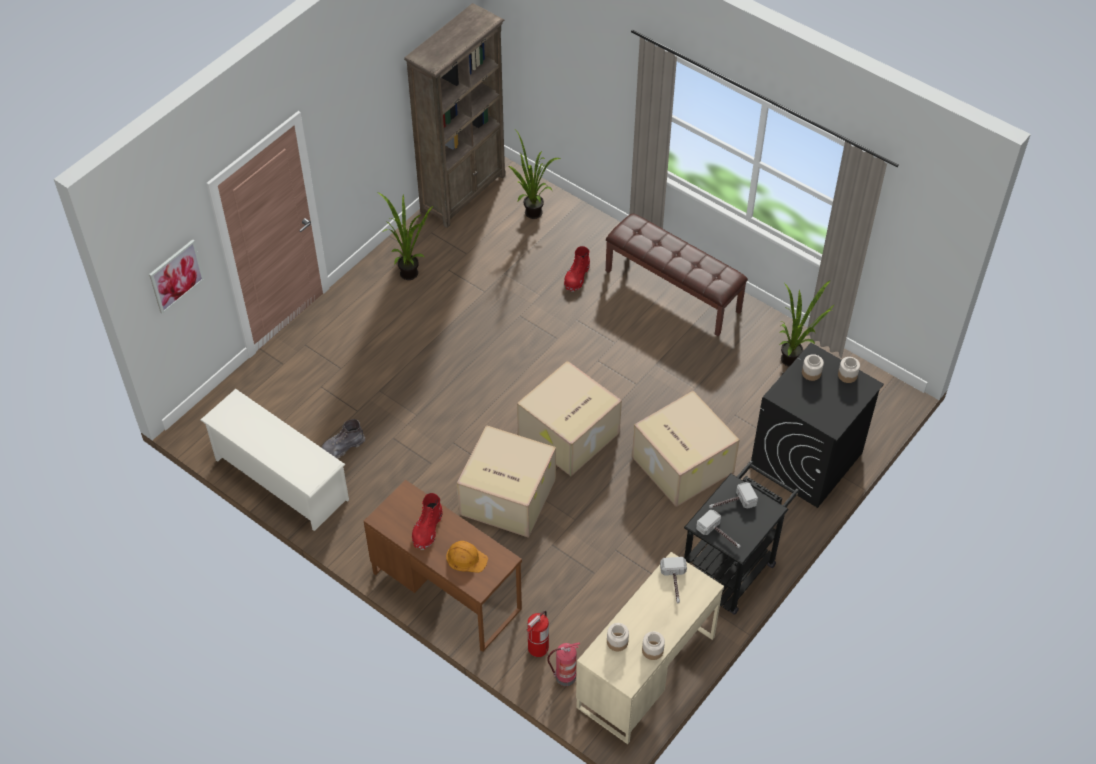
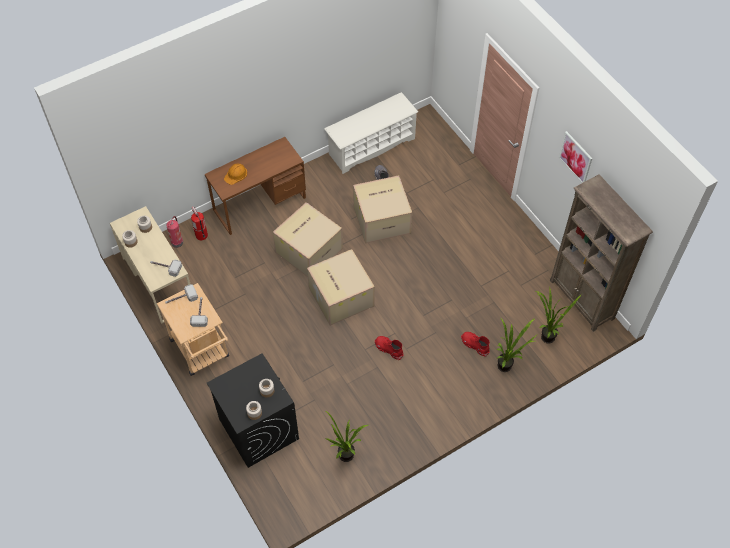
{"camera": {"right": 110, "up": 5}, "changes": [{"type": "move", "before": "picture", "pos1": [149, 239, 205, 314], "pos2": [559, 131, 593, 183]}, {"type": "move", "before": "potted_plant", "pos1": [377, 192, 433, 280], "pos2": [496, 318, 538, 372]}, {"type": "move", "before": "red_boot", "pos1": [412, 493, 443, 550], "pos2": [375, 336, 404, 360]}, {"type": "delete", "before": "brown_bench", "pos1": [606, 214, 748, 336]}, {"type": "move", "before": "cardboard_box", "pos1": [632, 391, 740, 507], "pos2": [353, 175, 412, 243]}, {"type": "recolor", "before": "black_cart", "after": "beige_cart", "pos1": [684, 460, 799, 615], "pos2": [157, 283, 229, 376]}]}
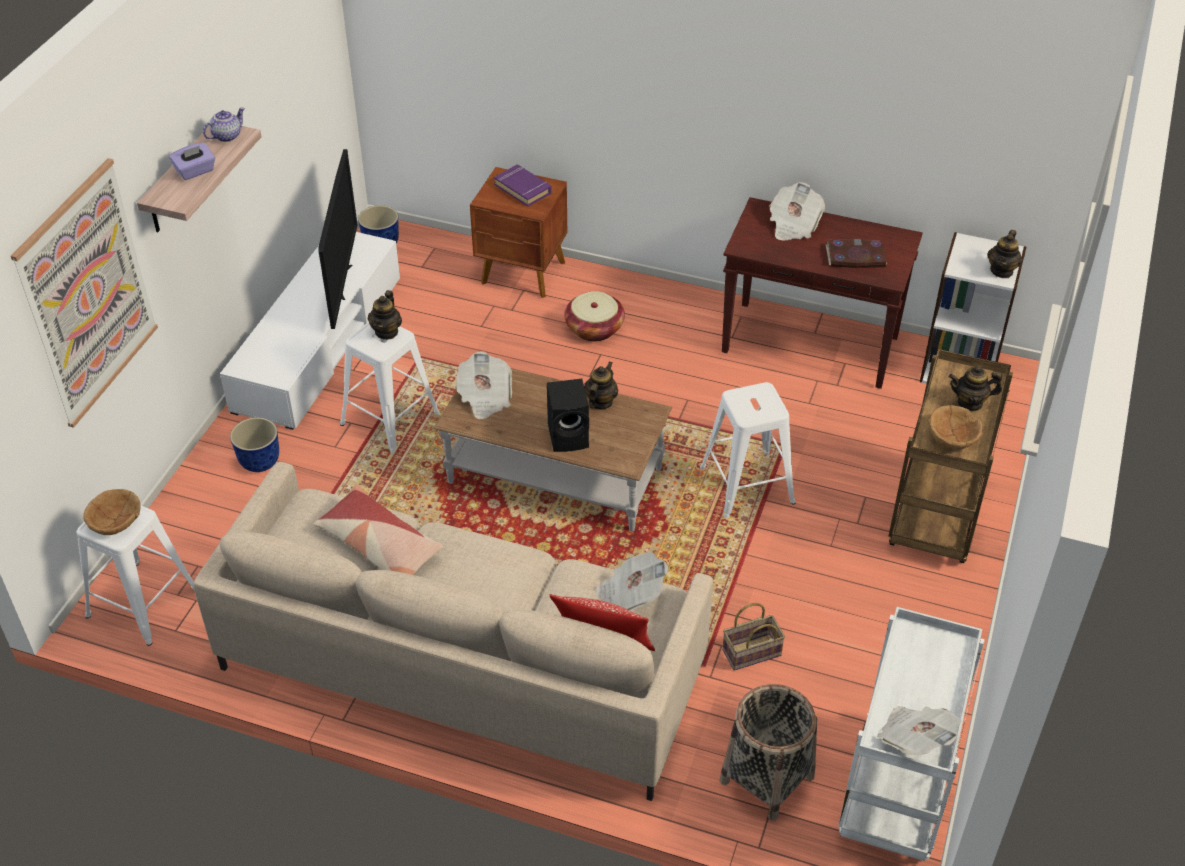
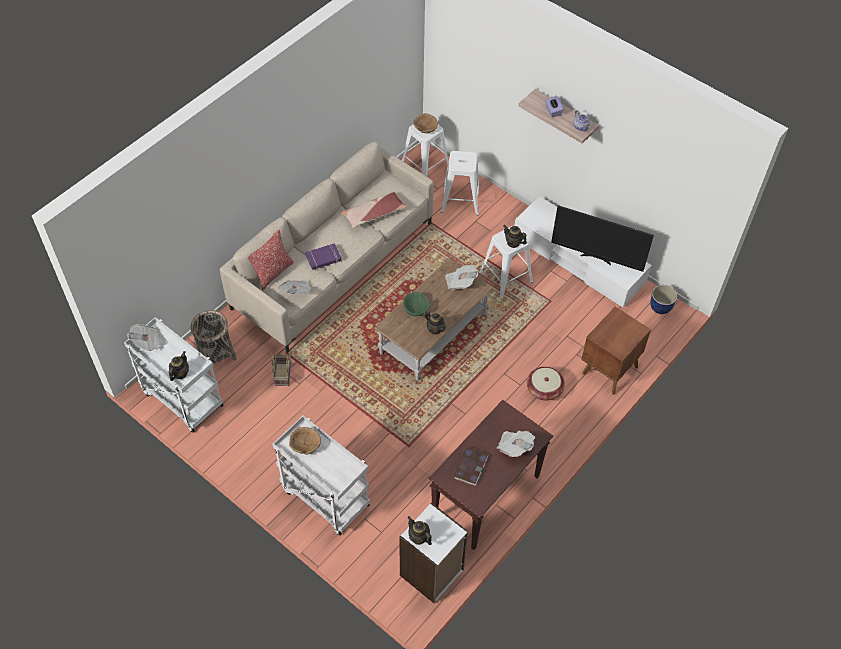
{"camera": {"right": 110, "up": 10}, "changes": [{"type": "delete", "before": "picture", "pos1": [11, 158, 158, 428]}, {"type": "delete", "before": "planter", "pos1": [230, 417, 279, 472]}, {"type": "move", "before": "purple_book", "pos1": [494, 164, 552, 206], "pos2": [306, 243, 341, 270]}, {"type": "replace", "before": "black_speaker", "after": "green_bowl", "pos1": [547, 379, 589, 452], "pos2": [403, 292, 430, 316]}, {"type": "move", "before": "white_stool", "pos1": [700, 382, 796, 519], "pos2": [441, 151, 480, 215]}, {"type": "recolor", "before": "brown_cart", "after": "white_cart", "pos1": [889, 349, 1013, 563], "pos2": [273, 416, 370, 536]}, {"type": "move", "before": "teapot", "pos1": [949, 365, 1002, 412], "pos2": [169, 351, 189, 381]}]}
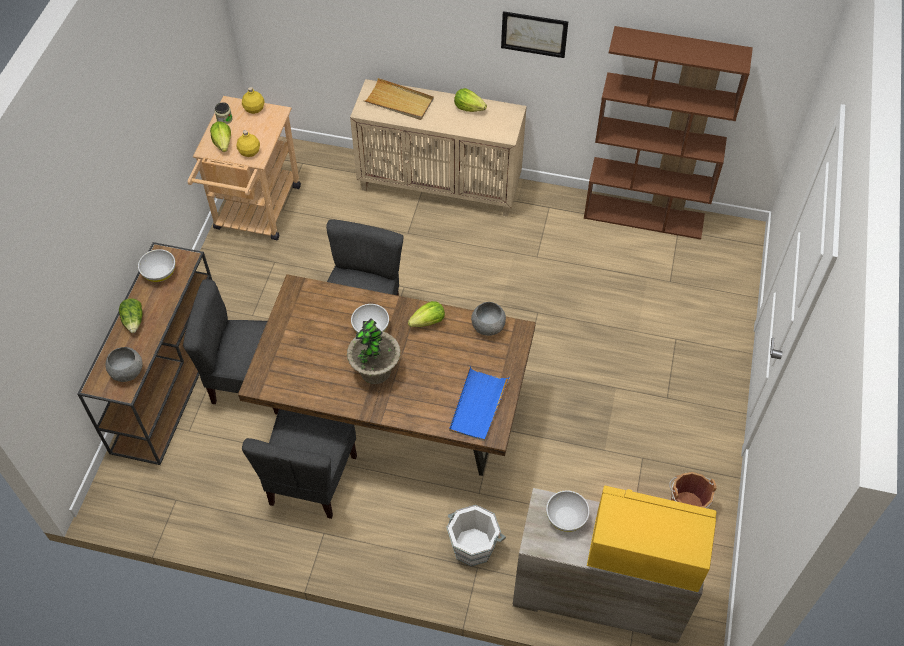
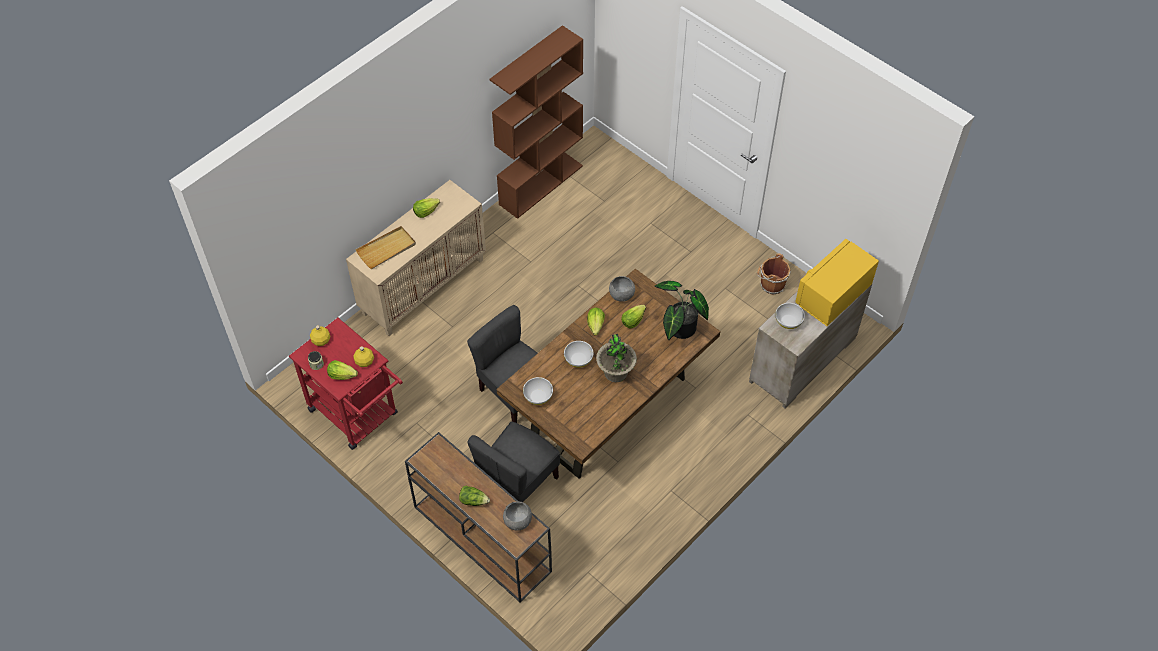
{"camera": {"right": -60, "up": 0}, "changes": [{"type": "move", "before": "white_bowl", "pos1": [138, 249, 175, 282], "pos2": [523, 377, 553, 405]}, {"type": "recolor", "before": "beige_cart", "after": "red_cart", "pos1": [188, 96, 301, 241], "pos2": [289, 318, 403, 450]}, {"type": "delete", "before": "grey_chair", "pos1": [242, 409, 357, 519]}, {"type": "delete", "before": "white_bucket", "pos1": [446, 505, 506, 567]}, {"type": "replace", "before": "blue_tray", "after": "potted_plant", "pos1": [449, 366, 510, 441], "pos2": [655, 281, 709, 340]}, {"type": "delete", "before": "picture", "pos1": [501, 11, 568, 58]}, {"type": "insert", "after": "lettuce", "pos2": [621, 305, 646, 328]}]}
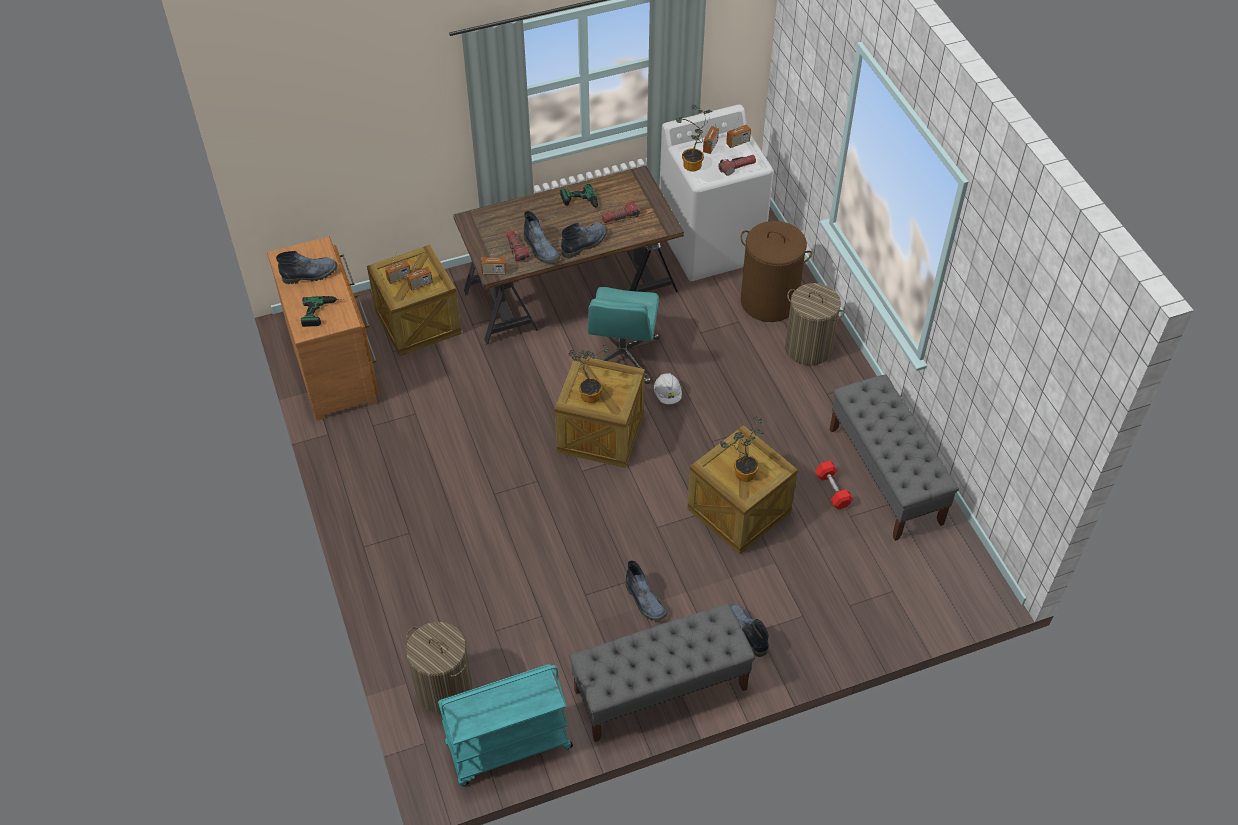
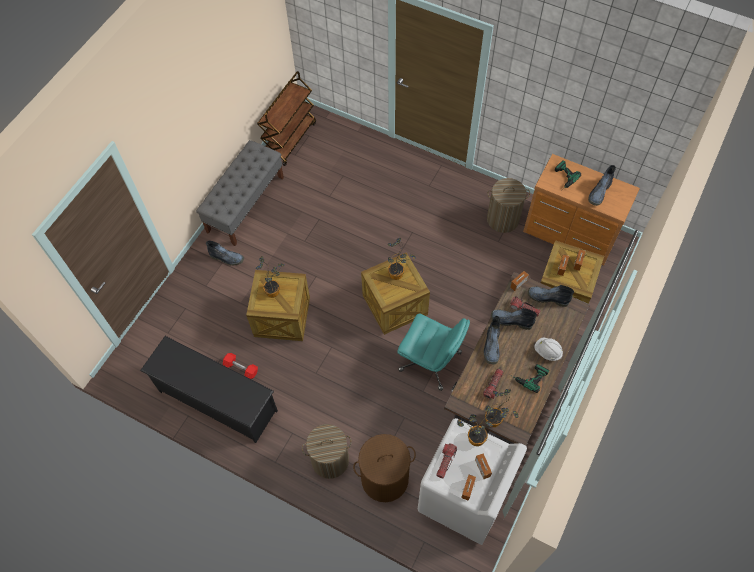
{"camera": {"right": 140, "up": 10}, "changes": [{"type": "move", "before": "laundry_basket", "pos1": [406, 622, 472, 713], "pos2": [487, 178, 530, 233]}, {"type": "recolor", "before": "turquoise_cart", "after": "brown_cart", "pos1": [438, 664, 573, 786], "pos2": [257, 71, 316, 166]}, {"type": "rotate", "before": "turquoise_office_chair", "pos1": [588, 287, 659, 384], "pos2": [397, 314, 470, 391], "turn": 150}, {"type": "move", "before": "boot", "pos1": [625, 560, 667, 621], "pos2": [528, 285, 574, 307]}, {"type": "move", "before": "white_hard_hat", "pos1": [654, 373, 682, 404], "pos2": [534, 337, 563, 361]}, {"type": "replace", "before": "grey_bench", "after": "black_shoe_rack", "pos1": [829, 375, 959, 541], "pos2": [140, 336, 278, 443]}, {"type": "insert", "after": "potted_plant", "pos2": [485, 389, 519, 427]}]}
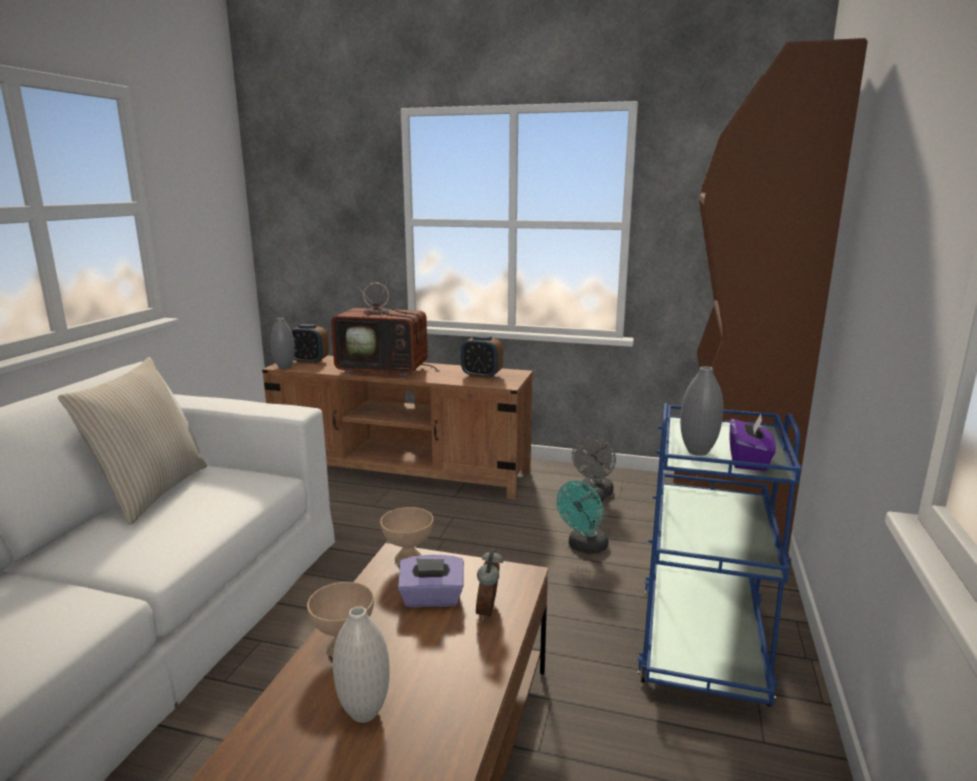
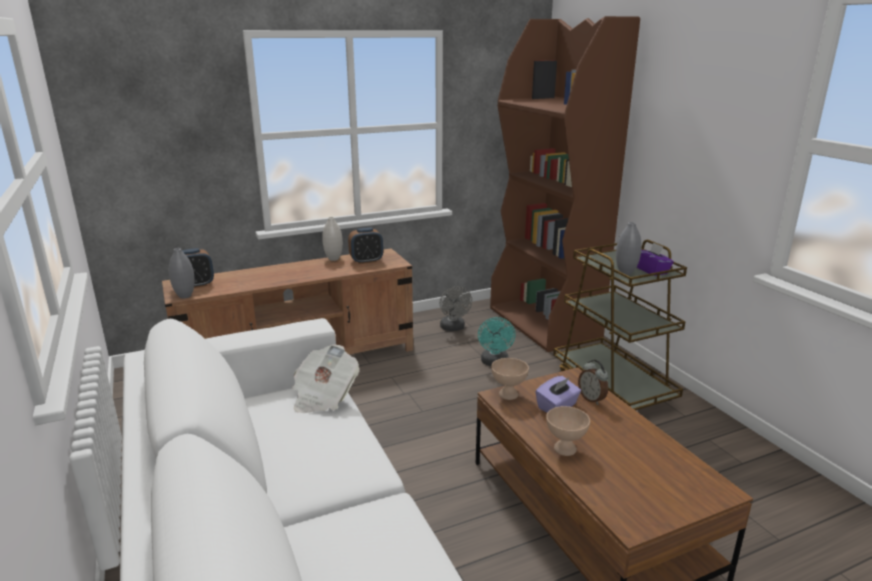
{"camera": {"right": -40, "up": 5}, "changes": [{"type": "delete", "before": "beige_pillow", "pos1": [58, 357, 207, 525]}, {"type": "delete", "before": "television", "pos1": [331, 260, 439, 377]}, {"type": "move", "before": "white_vase", "pos1": [333, 606, 390, 723], "pos2": [322, 217, 343, 261]}, {"type": "recolor", "before": "blue_cart", "after": "brown_cart", "pos1": [638, 403, 802, 707], "pos2": [553, 240, 687, 410]}, {"type": "insert", "after": "newspaper", "pos2": [292, 344, 359, 413]}]}
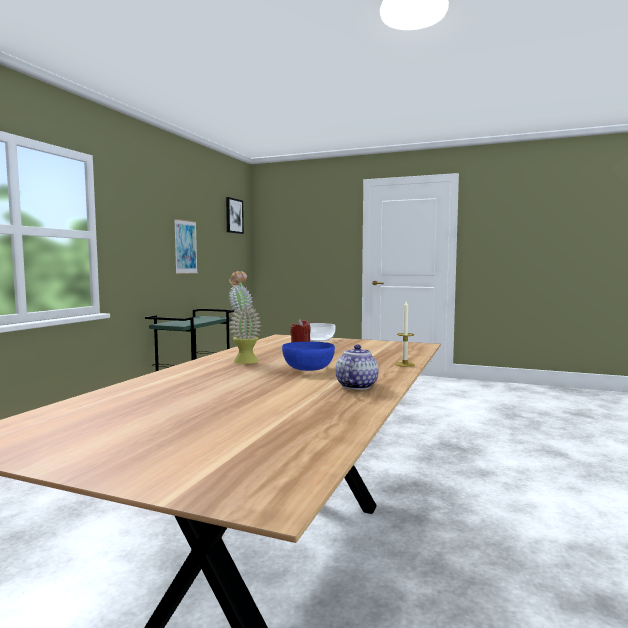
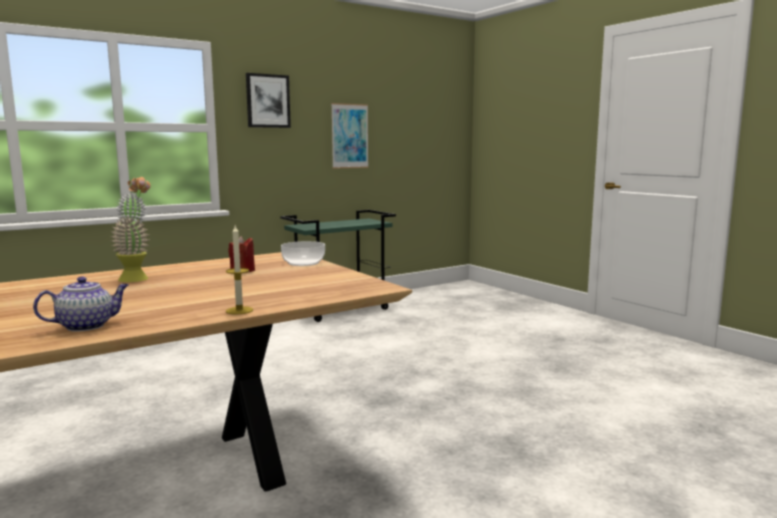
{"camera": {"right": 35, "up": 5}, "changes": [{"type": "move", "before": "picture", "pos1": [226, 197, 244, 234], "pos2": [246, 73, 291, 128]}, {"type": "delete", "before": "blue_bowl", "pos1": [282, 342, 335, 371]}]}
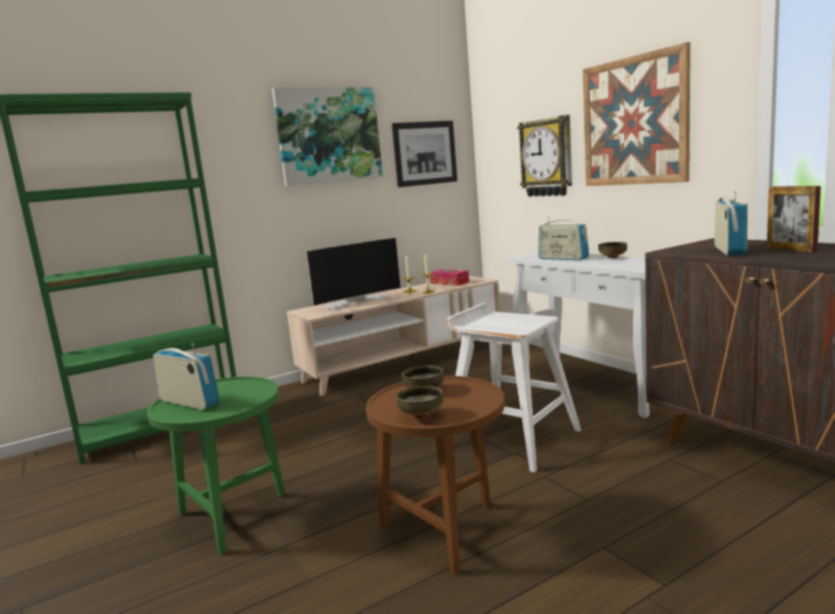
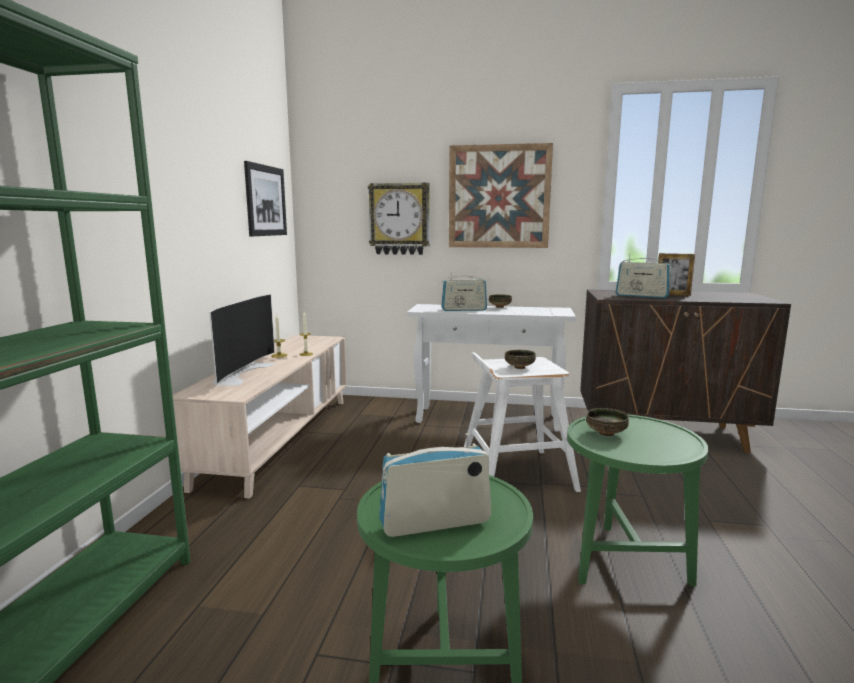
{"camera": {"right": -50, "up": 0}, "changes": [{"type": "delete", "before": "picture", "pos1": [272, 87, 383, 186]}, {"type": "recolor", "before": "brown_side_table", "after": "green_side_table", "pos1": [366, 376, 505, 575], "pos2": [567, 414, 708, 586]}, {"type": "move", "before": "bowl", "pos1": [396, 386, 443, 418], "pos2": [505, 350, 536, 369]}, {"type": "delete", "before": "tissue_box", "pos1": [430, 269, 469, 286]}, {"type": "rotate", "before": "radio", "pos1": [714, 191, 748, 255], "pos2": [616, 254, 671, 298], "turn": 150}]}
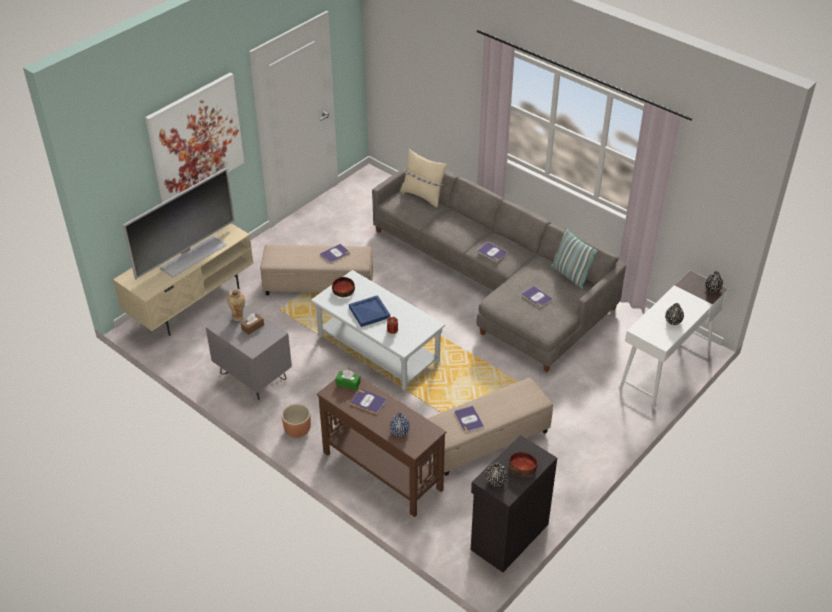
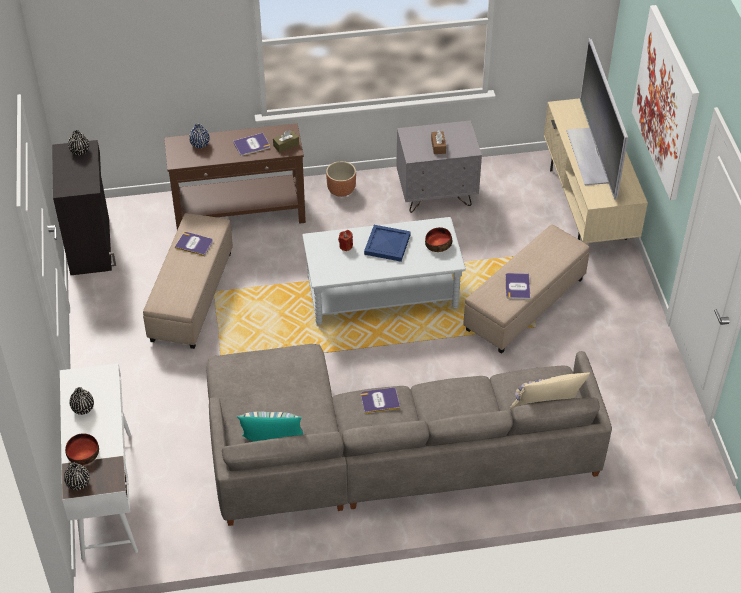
{"camera": {"right": 130, "up": 5}, "changes": [{"type": "delete", "before": "vase", "pos1": [227, 289, 245, 321]}, {"type": "recolor", "before": "green_tissue_box", "after": "brown_tissue_box", "pos1": [336, 370, 361, 390], "pos2": [273, 130, 299, 153]}, {"type": "move", "before": "bowl", "pos1": [509, 452, 537, 477], "pos2": [65, 433, 99, 465]}, {"type": "delete", "before": "book", "pos1": [522, 285, 553, 308]}]}
